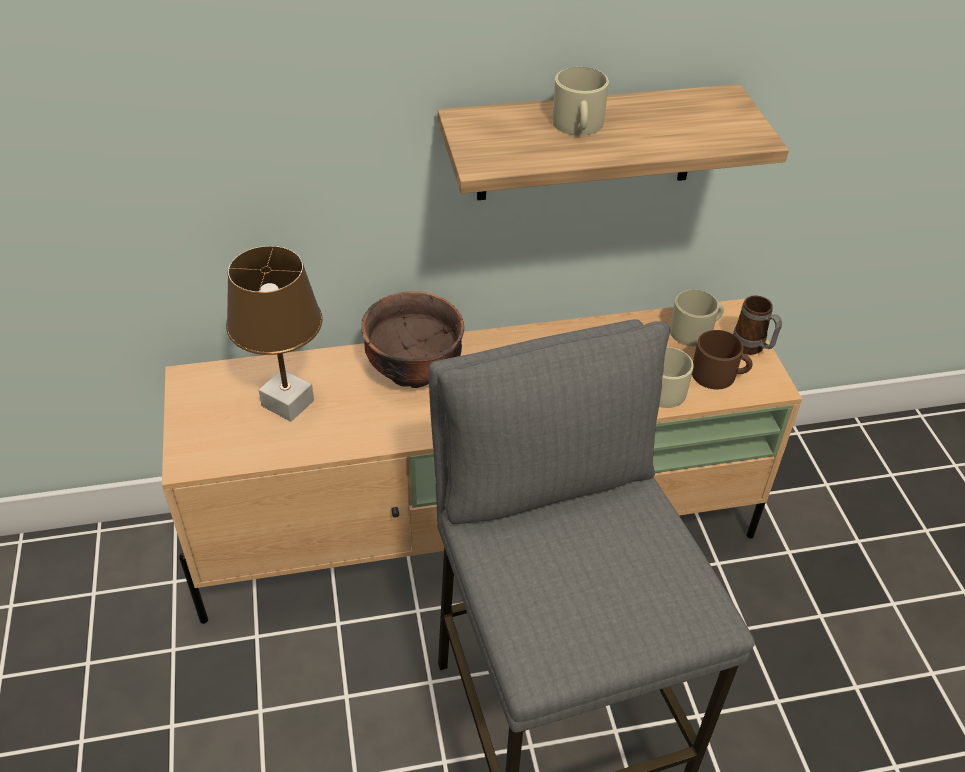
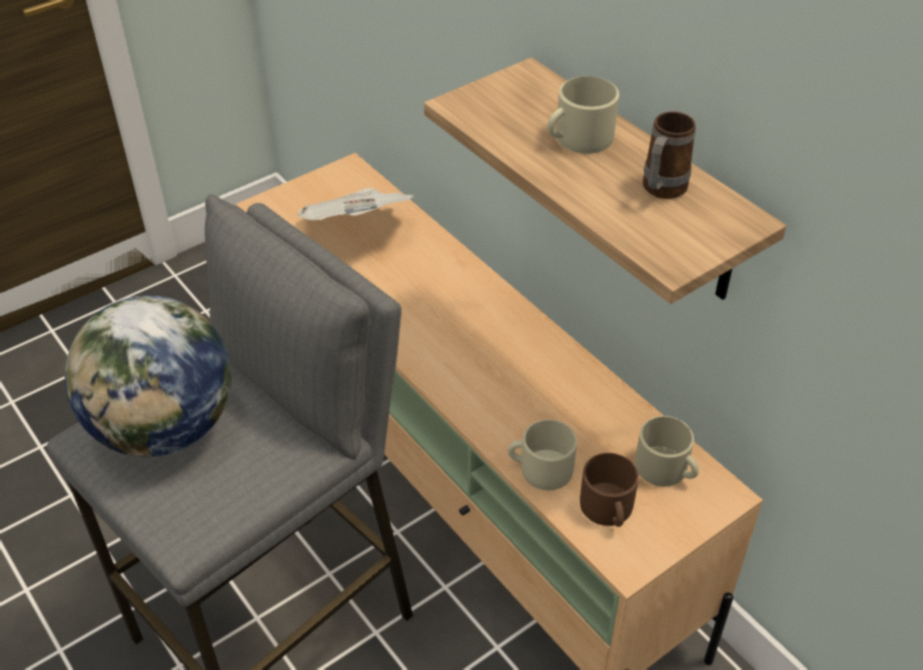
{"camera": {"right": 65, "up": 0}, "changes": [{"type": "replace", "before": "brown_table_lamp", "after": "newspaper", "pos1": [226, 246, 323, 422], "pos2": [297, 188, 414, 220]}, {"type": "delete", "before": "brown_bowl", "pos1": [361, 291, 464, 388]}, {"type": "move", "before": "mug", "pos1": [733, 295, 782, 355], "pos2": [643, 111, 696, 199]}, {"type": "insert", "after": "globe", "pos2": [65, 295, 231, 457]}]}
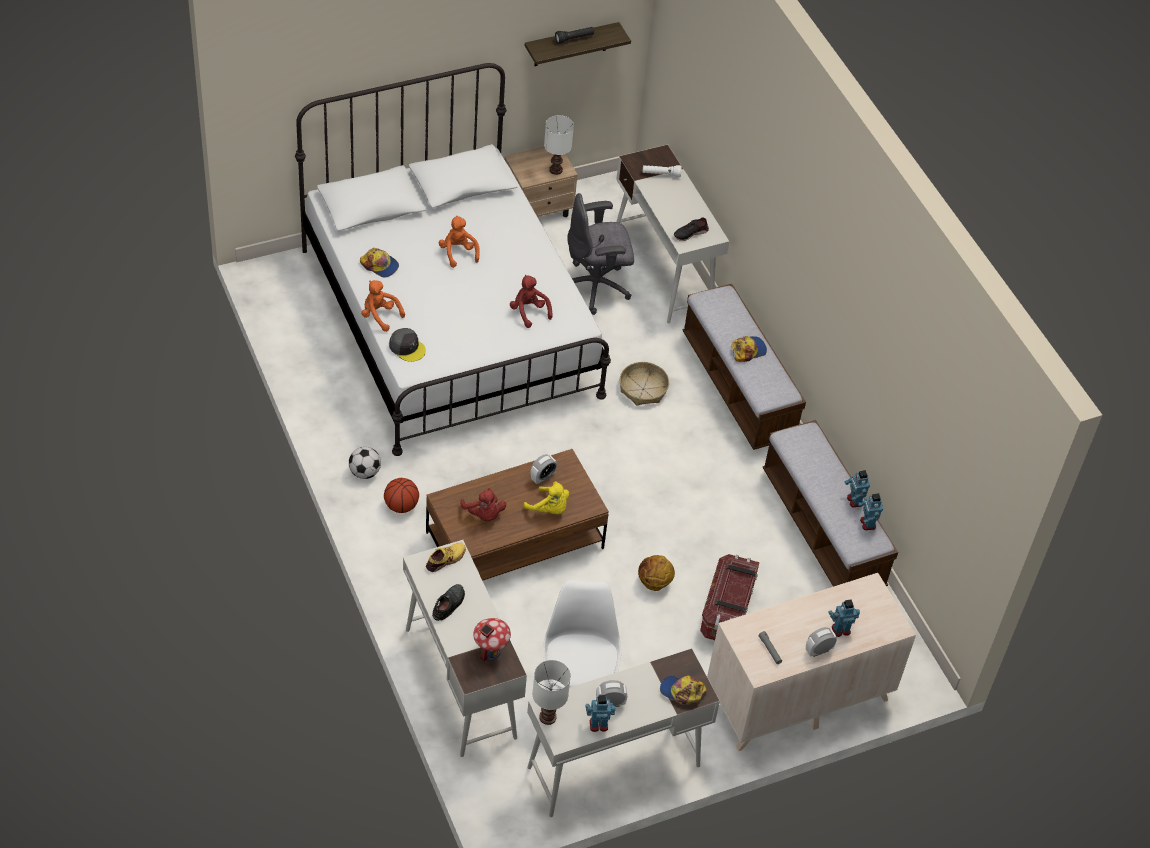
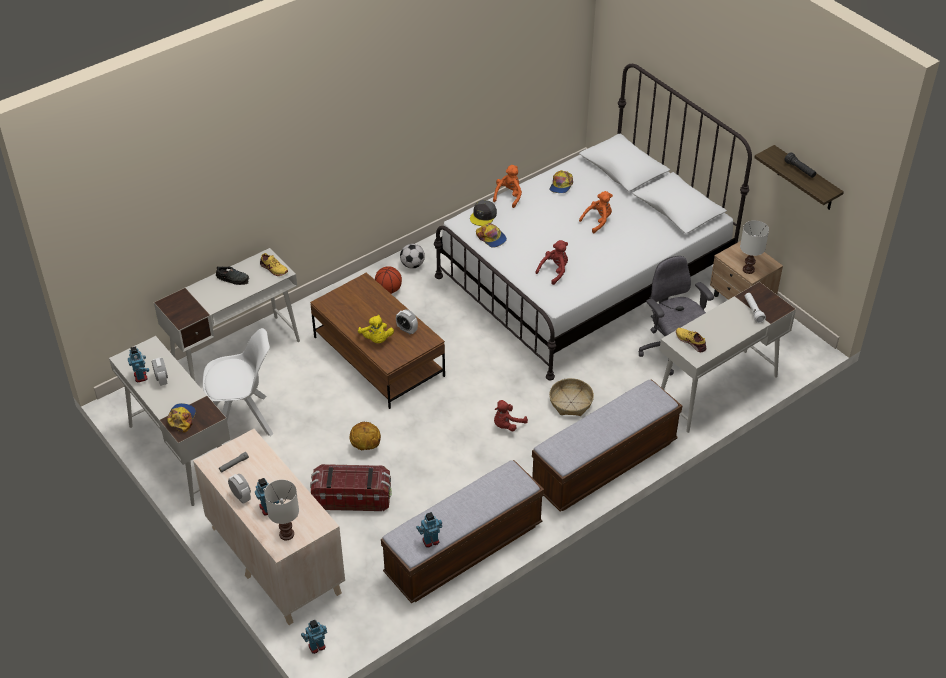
{"camera": {"right": 80, "up": -5}, "changes": [{"type": "move", "before": "red_plush_toy", "pos1": [461, 488, 506, 521], "pos2": [494, 400, 528, 431]}, {"type": "delete", "before": "toy_house", "pos1": [474, 618, 511, 661]}, {"type": "rotate", "before": "yellow_plush_toy", "pos1": [524, 481, 569, 514], "pos2": [358, 315, 394, 343], "turn": -45}, {"type": "move", "before": "white_table_lamp", "pos1": [532, 660, 571, 725], "pos2": [264, 480, 299, 541]}, {"type": "recolor", "before": "black_shoe", "after": "yellow_shoe", "pos1": [674, 217, 709, 241], "pos2": [676, 328, 706, 352]}, {"type": "move", "before": "cap", "pos1": [731, 336, 767, 362], "pos2": [476, 223, 507, 248]}, {"type": "move", "before": "toy_robot", "pos1": [845, 470, 870, 508], "pos2": [301, 620, 327, 654]}]}
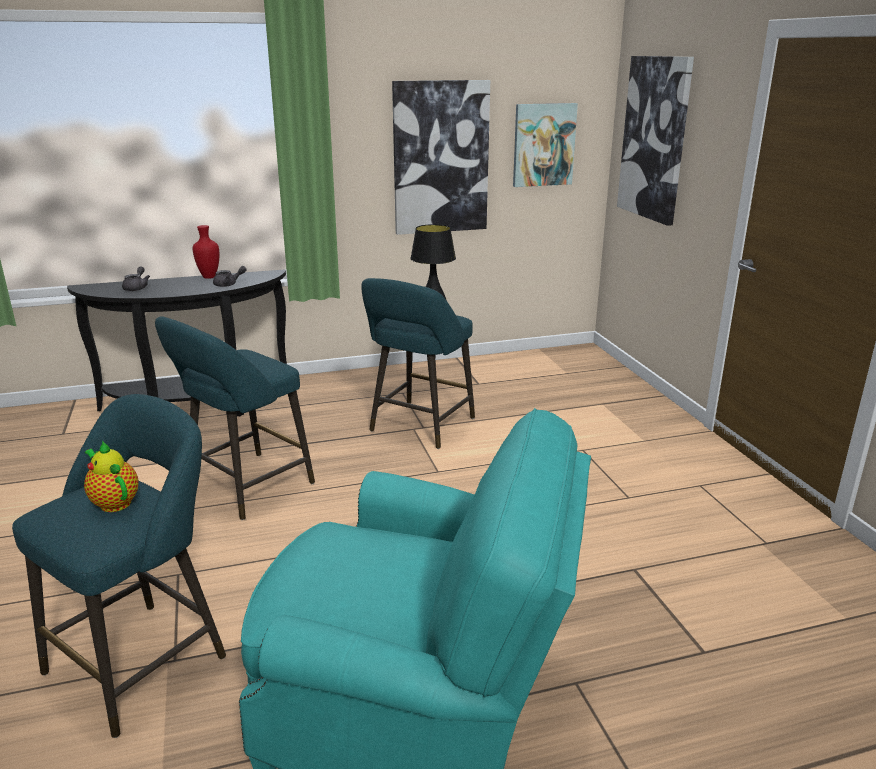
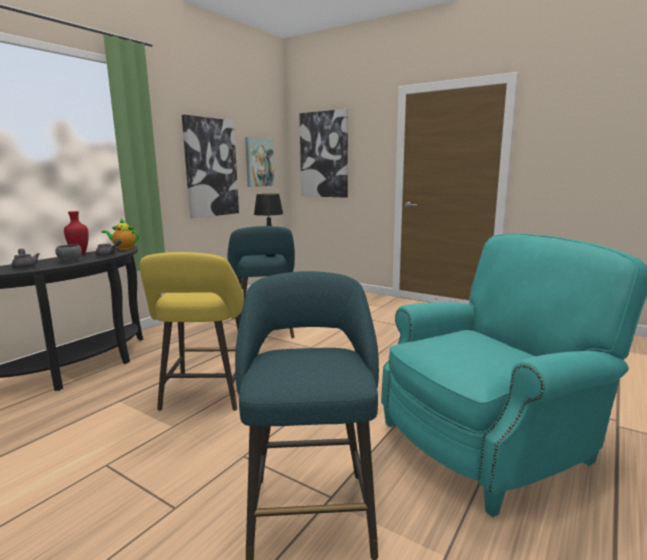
{"camera": {"right": -40, "up": -10}, "changes": [{"type": "move", "before": "teapot", "pos1": [84, 441, 138, 512], "pos2": [102, 218, 138, 250]}, {"type": "recolor", "before": "turquoise_stool", "after": "yellow_stool", "pos1": [155, 317, 315, 520], "pos2": [140, 252, 244, 411]}, {"type": "insert", "after": "grey_bowl", "pos2": [55, 244, 82, 261]}]}
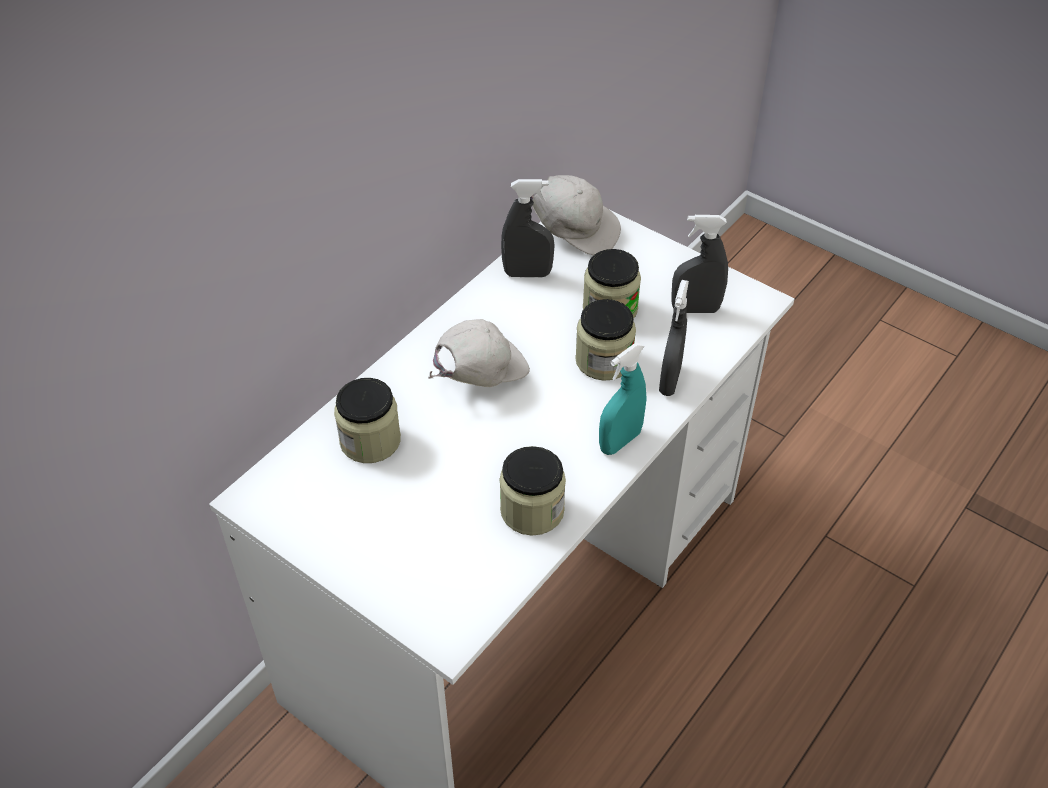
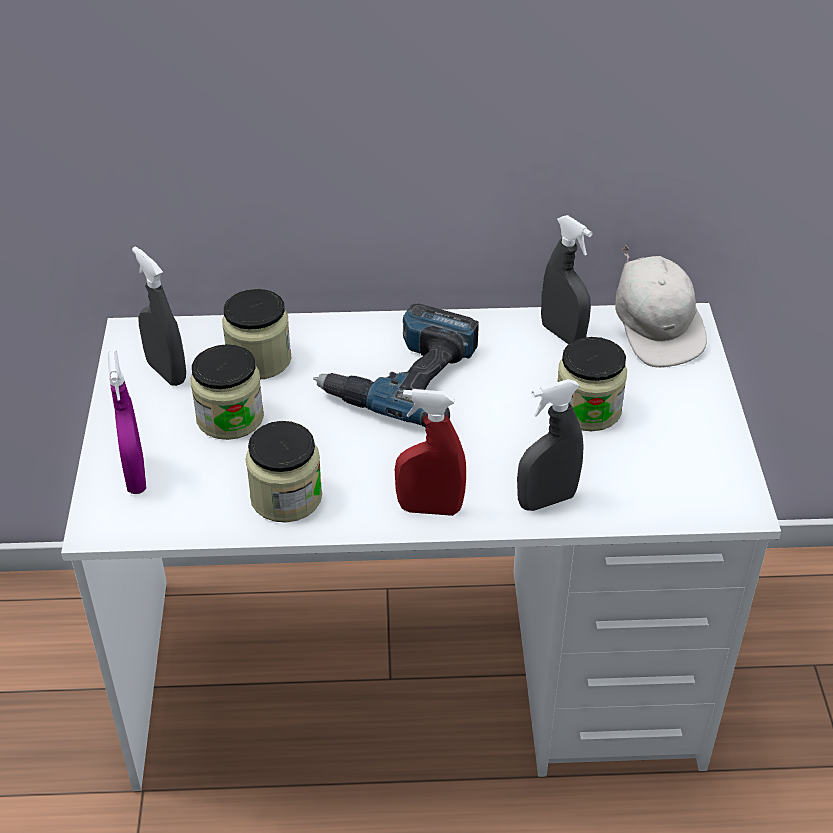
{"camera": {"right": 50, "up": -5}, "changes": [{"type": "replace", "before": "white_cap", "after": "power_drill", "pos1": [428, 319, 530, 387], "pos2": [313, 303, 479, 428]}, {"type": "move", "before": "jar", "pos1": [575, 299, 636, 381], "pos2": [190, 344, 264, 440]}, {"type": "recolor", "before": "turquoise_spray_bottle", "after": "red_spray_bottle", "pos1": [599, 343, 647, 455], "pos2": [395, 389, 466, 516]}, {"type": "move", "before": "grey_spray_bottle", "pos1": [671, 215, 728, 313], "pos2": [132, 246, 186, 386]}, {"type": "insert", "after": "purple_spray_bottle", "pos2": [108, 351, 146, 494]}]}
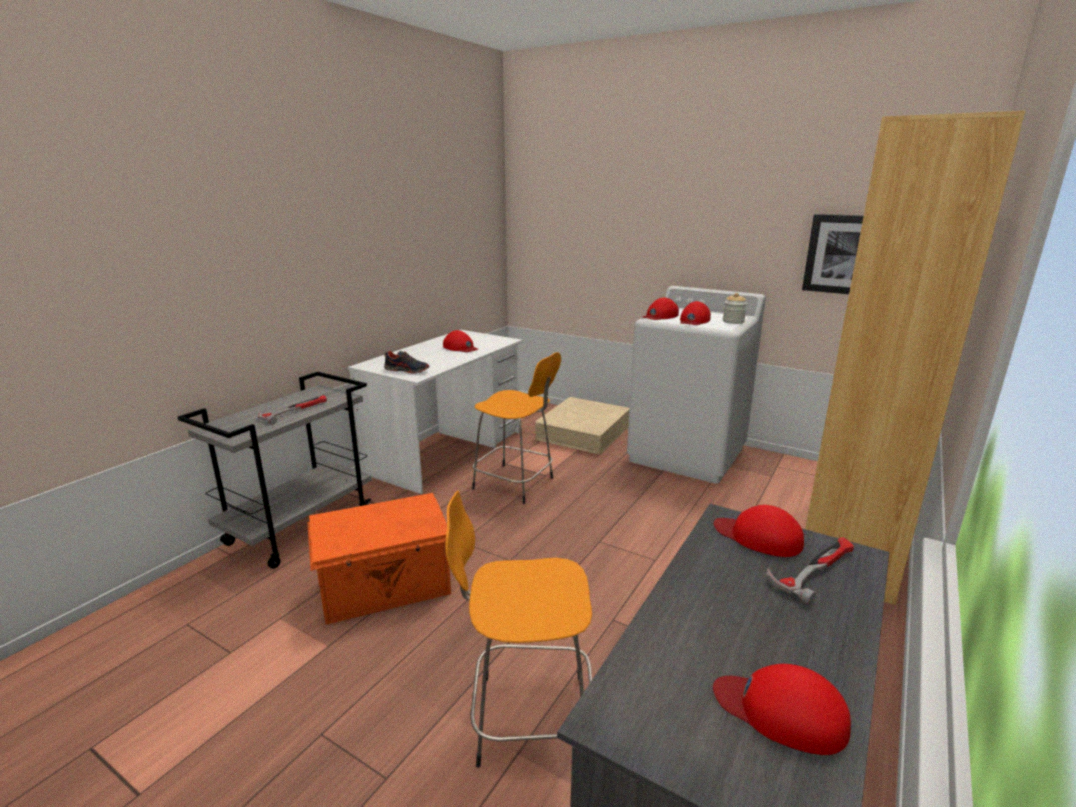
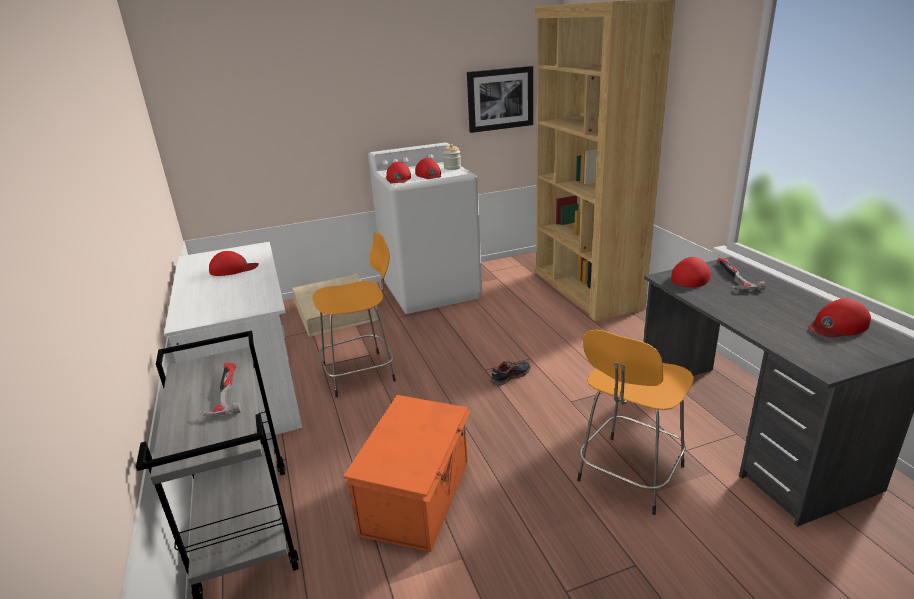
{"camera": {"right": -50, "up": 5}, "changes": [{"type": "move", "before": "shoe", "pos1": [384, 351, 430, 374], "pos2": [491, 361, 530, 386]}, {"type": "rotate", "before": "red_cap", "pos1": [714, 505, 804, 557], "pos2": [671, 257, 711, 287], "turn": 150}]}
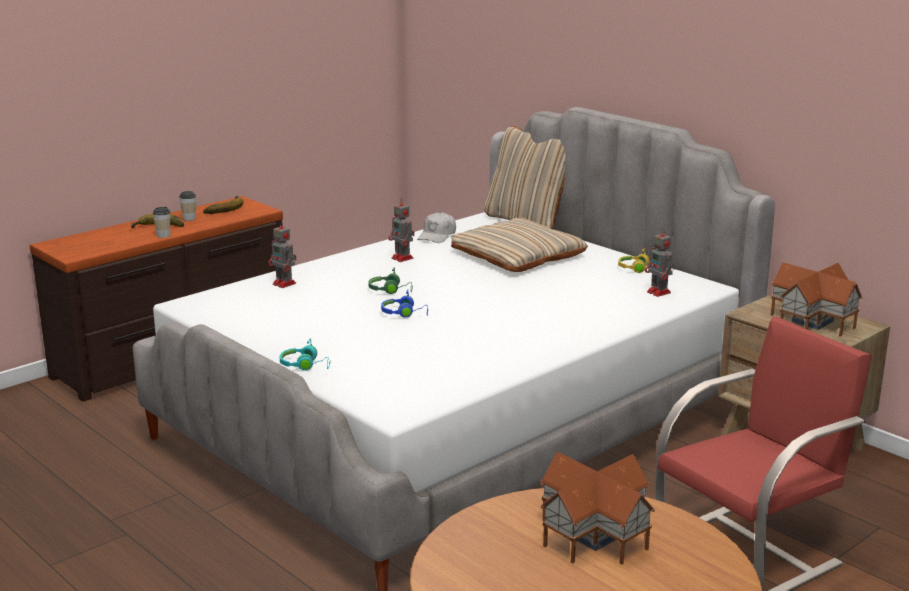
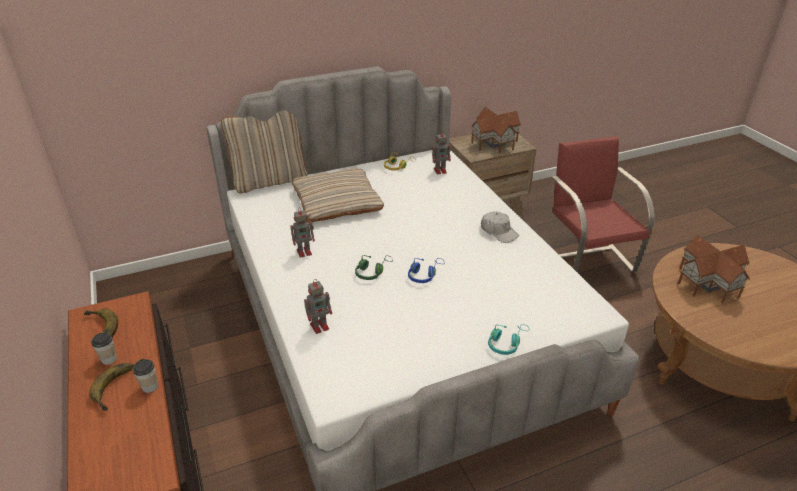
{"camera": {"right": -70, "up": 15}, "changes": [{"type": "move", "before": "white_cap", "pos1": [417, 212, 456, 243], "pos2": [481, 211, 520, 243]}]}
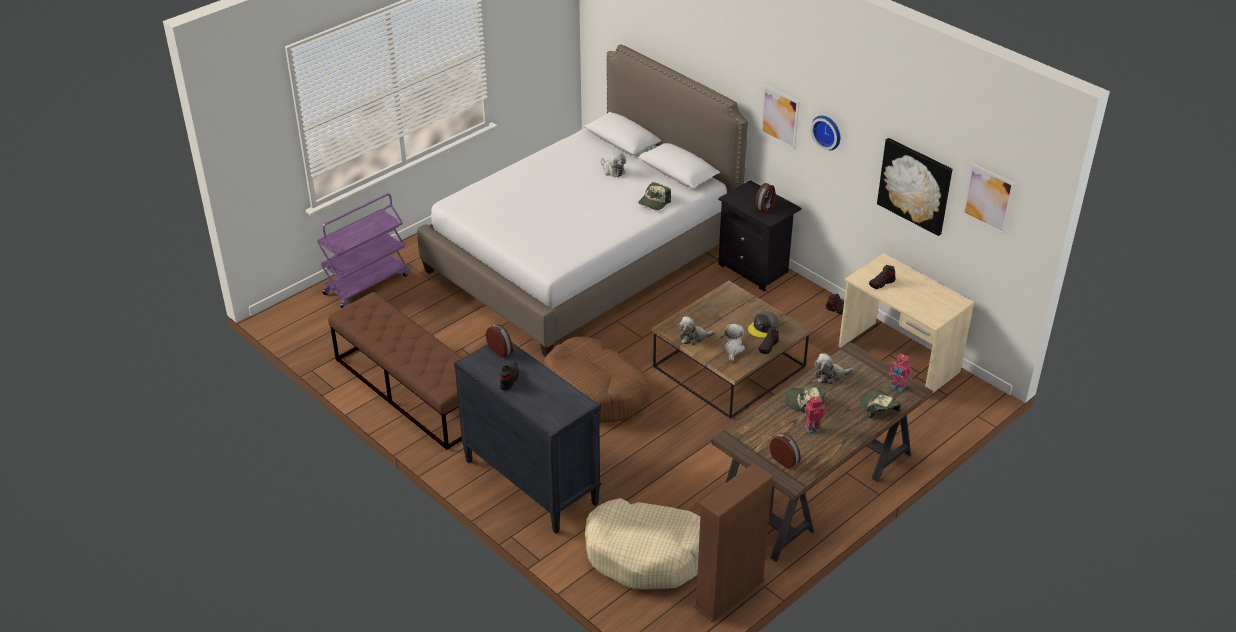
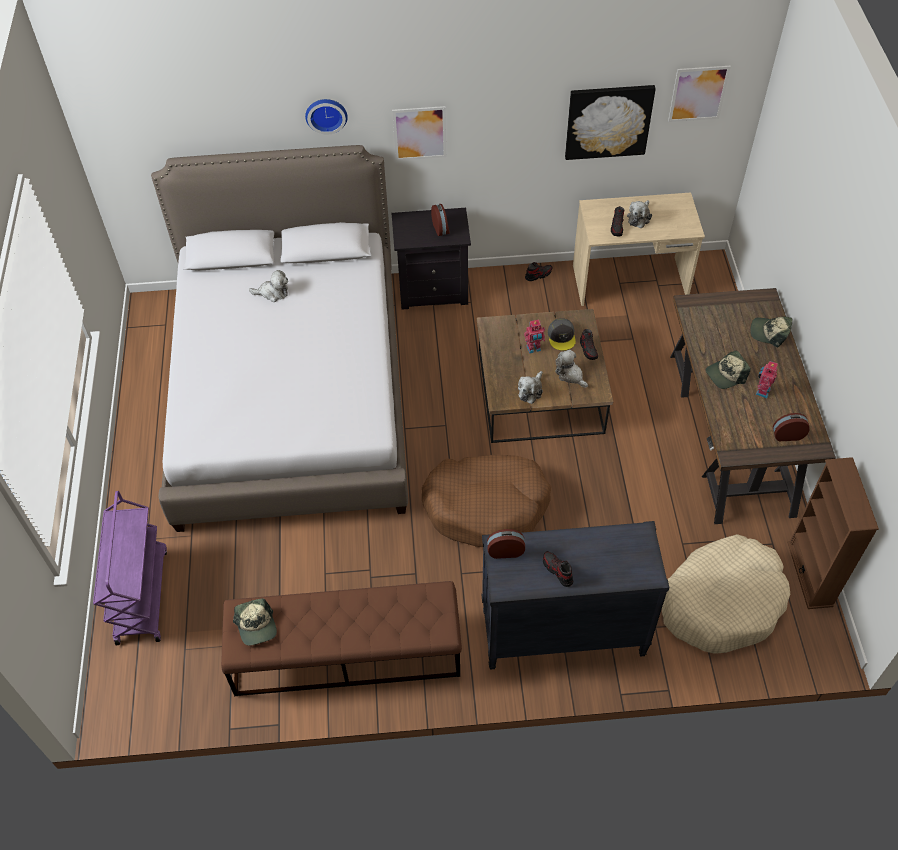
{"camera": {"right": -50, "up": 15}, "changes": [{"type": "move", "before": "cap", "pos1": [638, 182, 671, 210], "pos2": [233, 598, 277, 646]}, {"type": "move", "before": "wall_clock", "pos1": [811, 116, 840, 150], "pos2": [305, 99, 348, 135]}, {"type": "move", "before": "plush_toy", "pos1": [815, 353, 854, 384], "pos2": [627, 200, 652, 228]}, {"type": "move", "before": "toy_robot", "pos1": [889, 353, 912, 392], "pos2": [524, 319, 545, 354]}]}
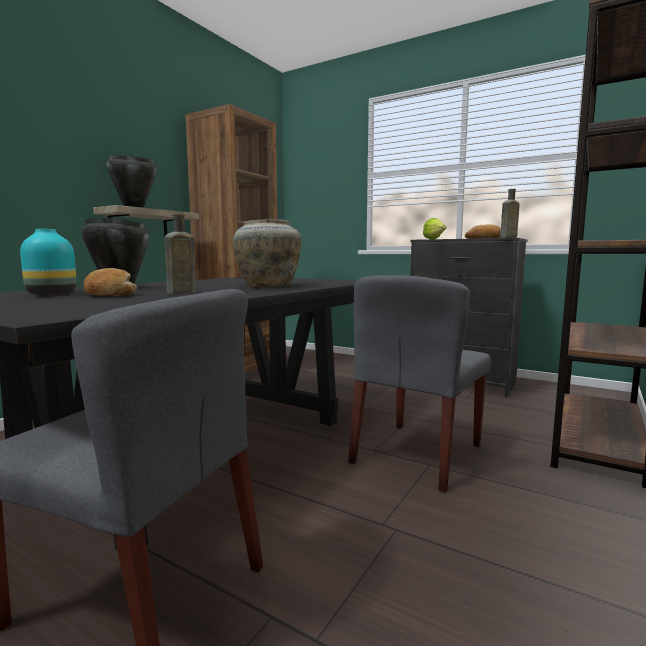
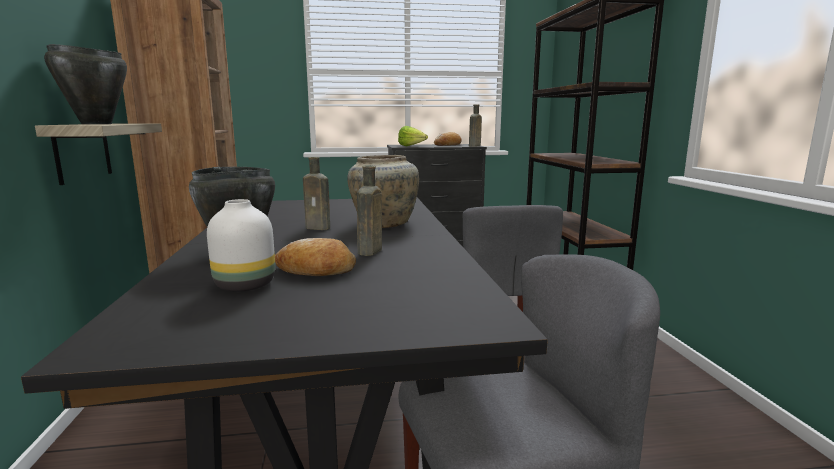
{"camera": {"right": -40, "up": 5}, "changes": [{"type": "recolor", "before": "turquoise_vase", "after": "white_vase", "pos1": [20, 229, 76, 295], "pos2": [207, 199, 275, 292]}, {"type": "insert", "after": "brown_bottle", "pos2": [303, 157, 330, 230]}]}
